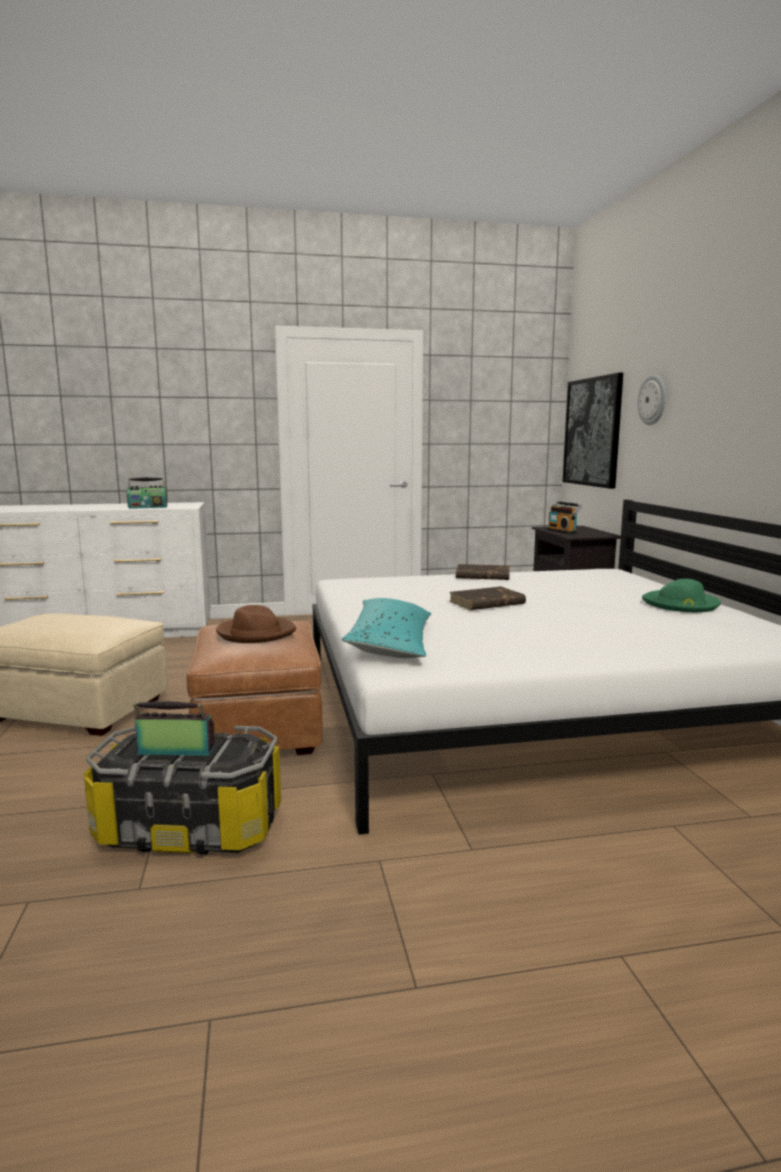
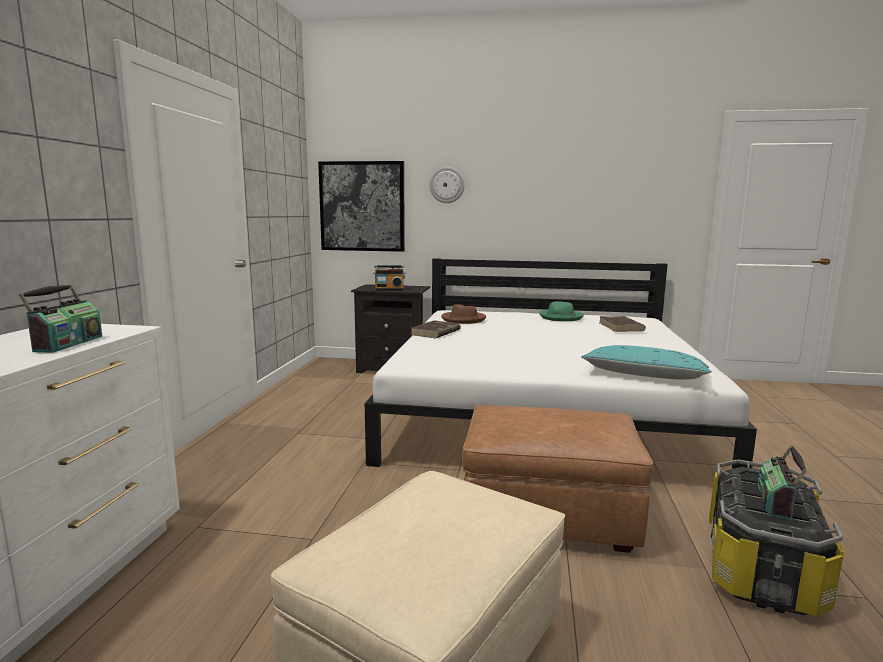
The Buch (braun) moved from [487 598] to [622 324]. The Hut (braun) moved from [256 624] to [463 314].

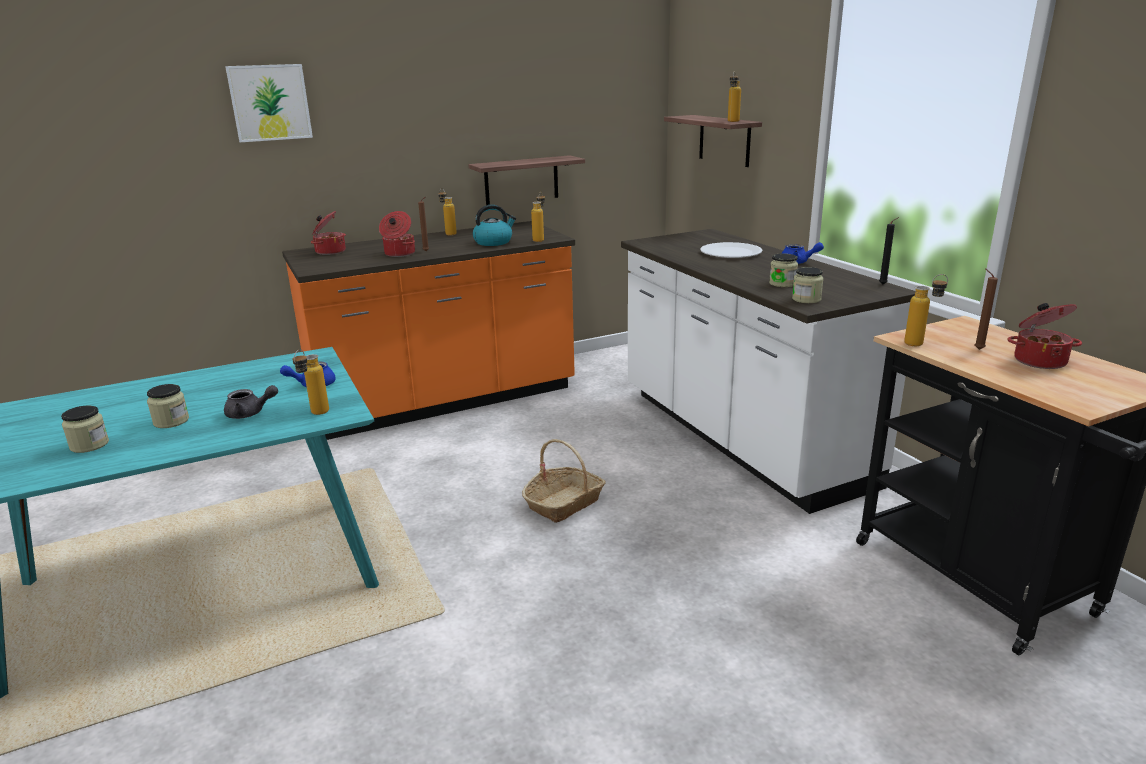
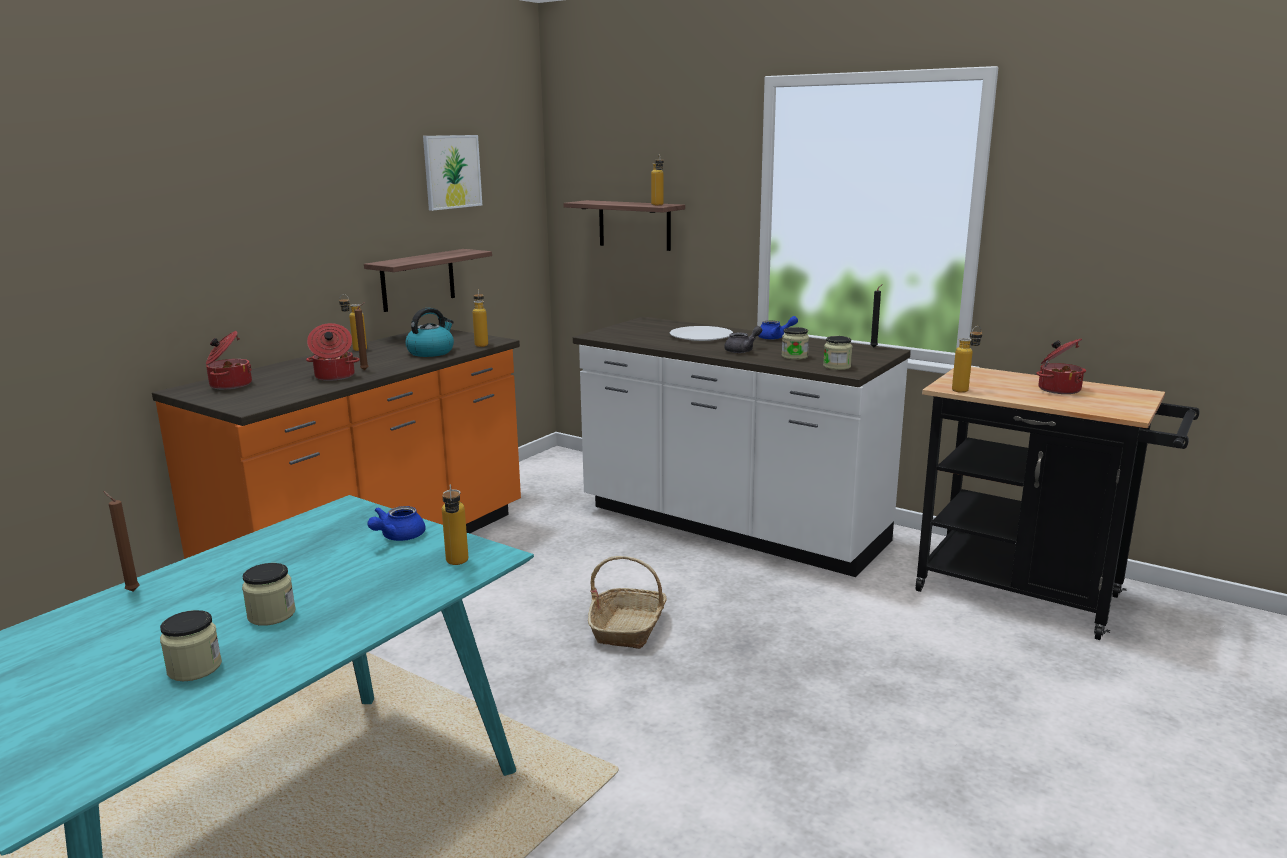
The Bild moved from [269 103] to [452 173]. The Kerze (braun) moved from [986 309] to [121 541]. The Teekanne (grau) moved from [251 402] to [743 339].

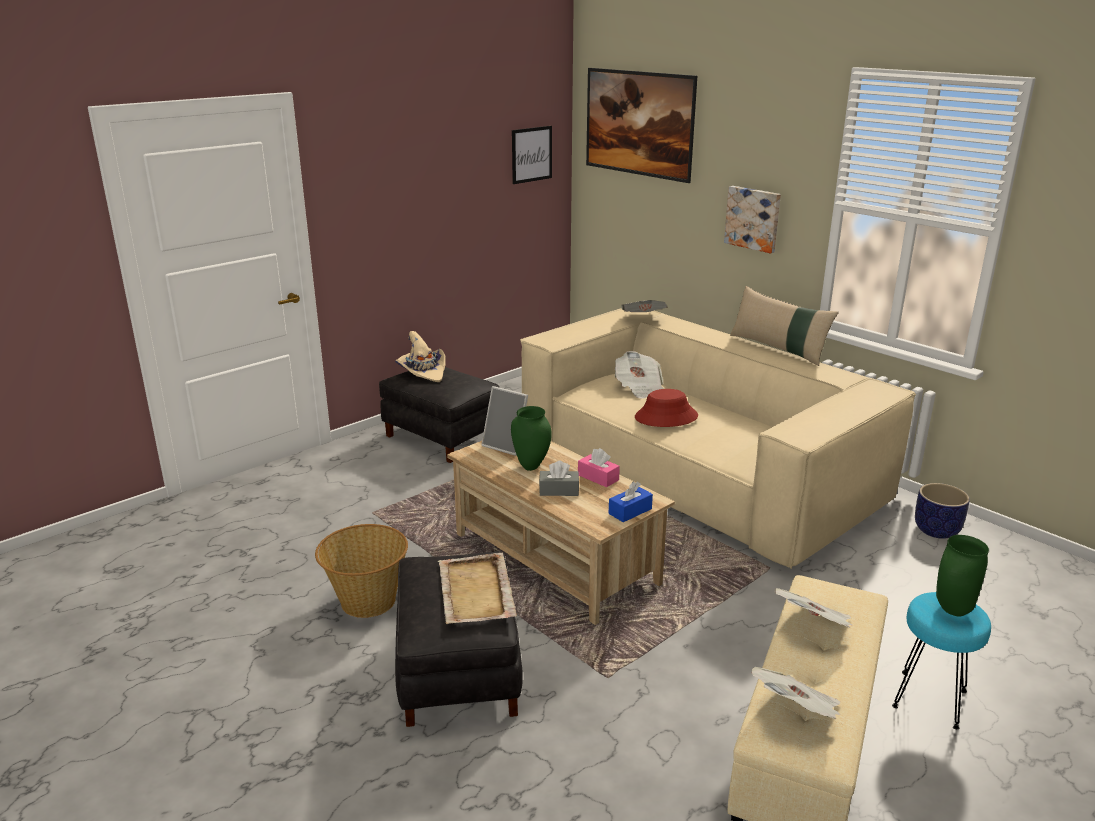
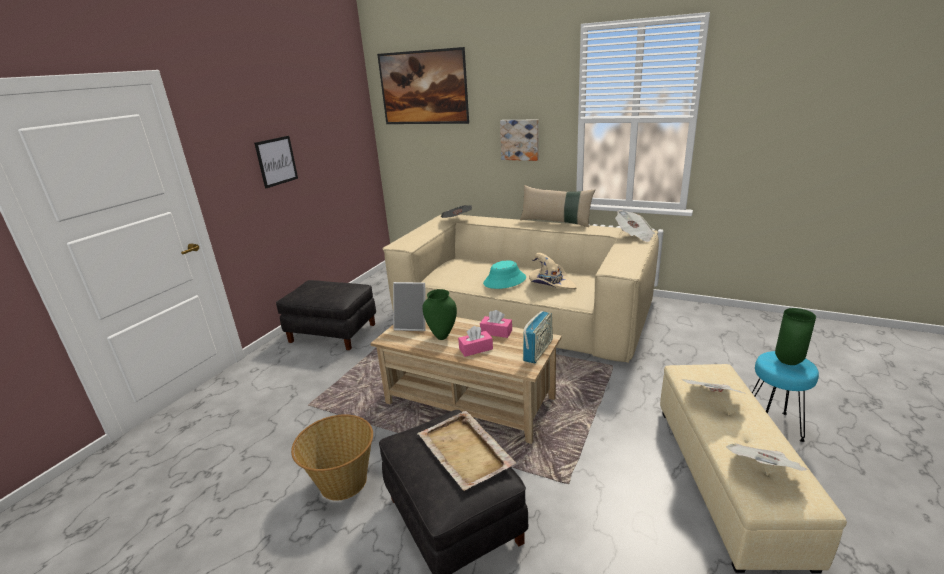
The Bild moved from [532 155] to [276 162]. The Hut (beige) moved from [420 356] to [553 271]. The Zeitung moved from [639 375] to [635 226]. The Hut (rot) at [666 408] became the Hut (türkis) at [504 274]. The Taschentuchbox (grau) at [559 478] became the Taschentuchbox (rosa) at [475 341]. The Taschentuchbox (blau) at [631 502] was replaced by the Radio at [538 337]. The Pflanzkübel at [942 511] disappeared.

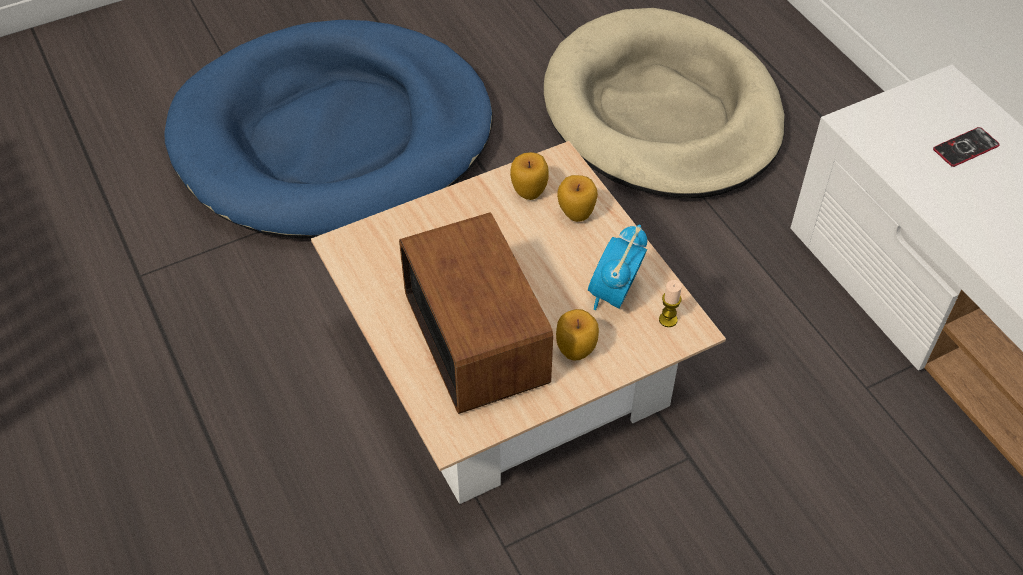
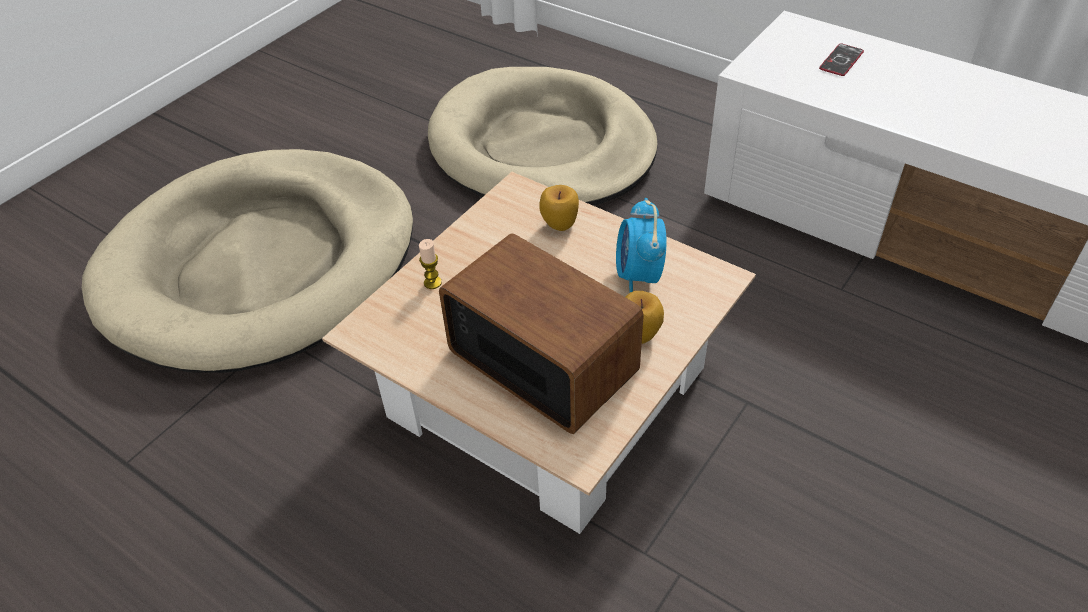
The Hundebett (blau) at [329 129] became the Hundebett (beige) at [247 261]. The Apfel at [529 176] disappeared. The Kerze moved from [670 303] to [430 264].

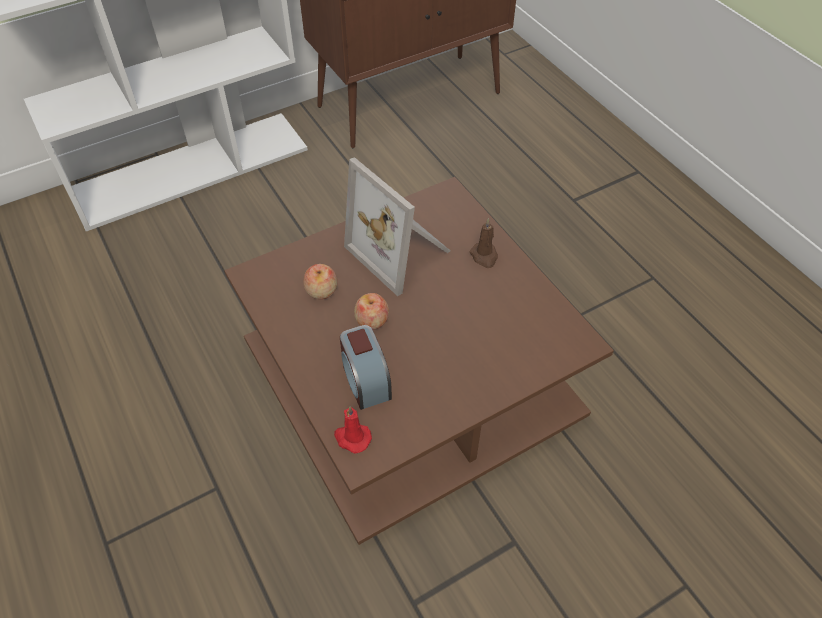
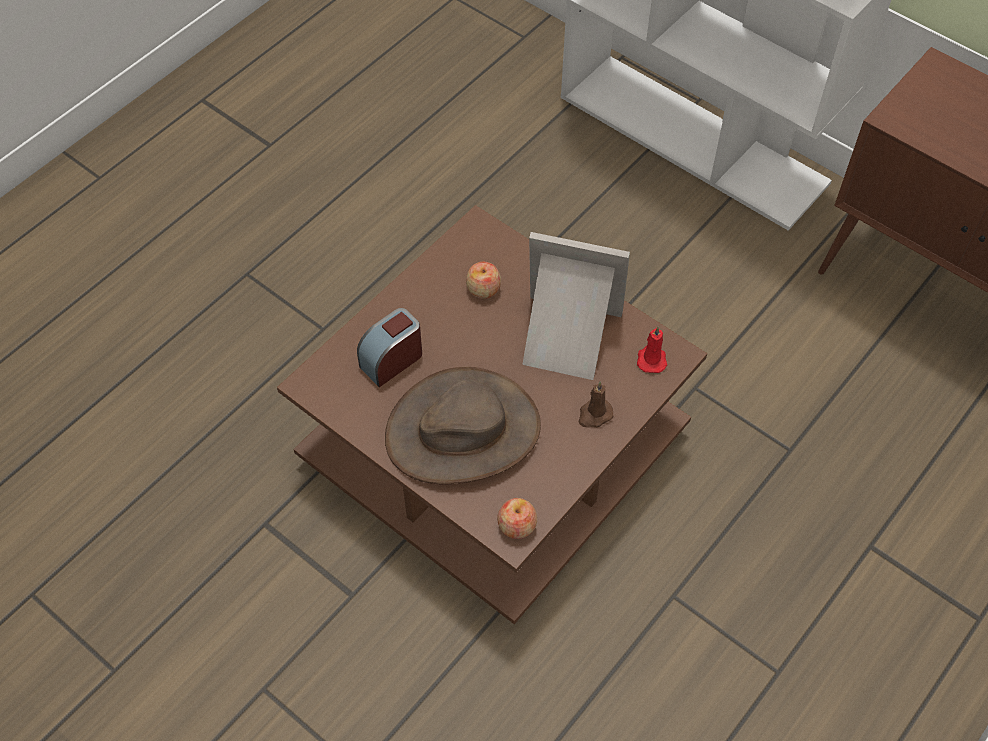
The Bilderrahmen at [397 226] turned 75 degrees clockwise. The Apfel moved from [371 311] to [517 518]. The Kerze (rot) moved from [353 429] to [652 350]. The Hut (braun) at [463 425] appeared.

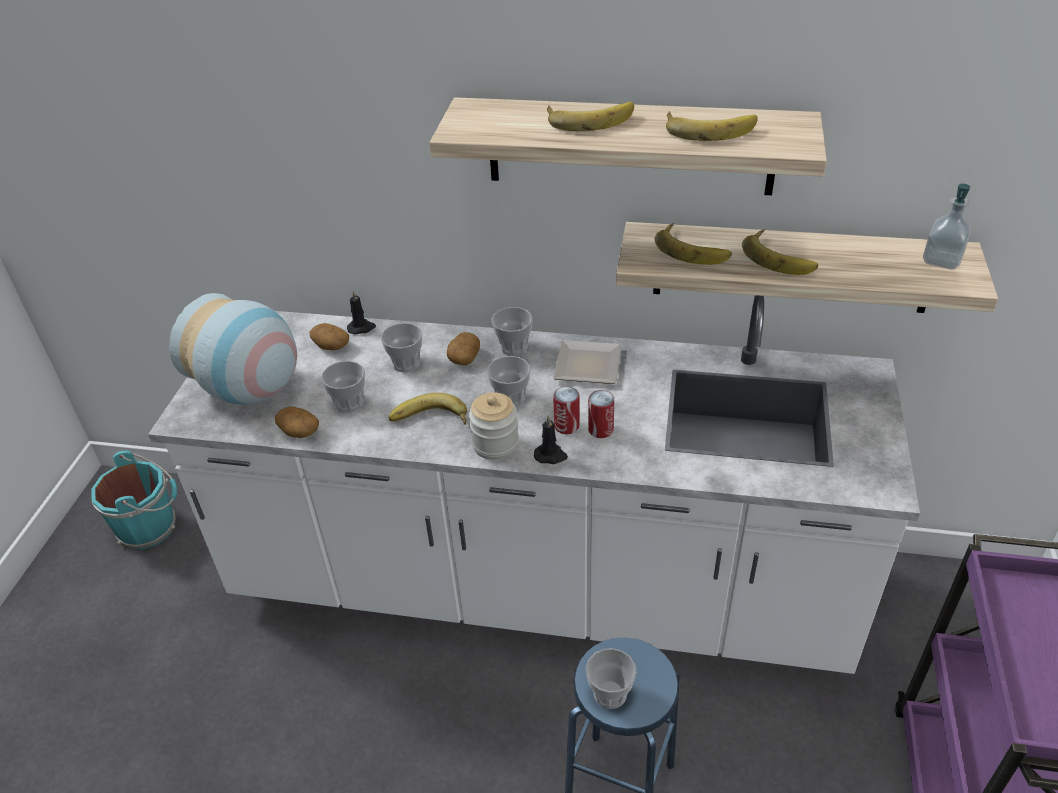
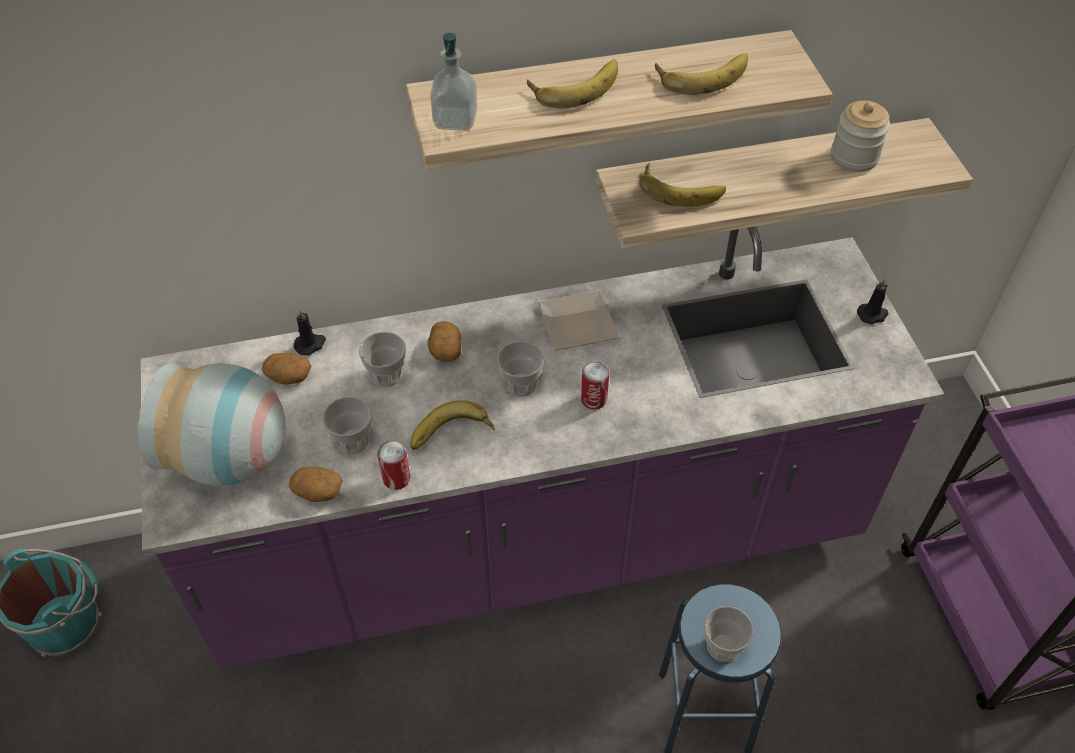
The Seifenspender moved from [947 226] to [453 82]. The Banane at [780 252] disappeared. The Küchenzeile (weiß) at [534 484] became the Küchenzeile (lila) at [542 448]. The Tasse at [512 331] disappeared. The Dose moved from [601 414] to [394 465]. The Vorratsglas moved from [494 426] to [860 136]. The Kerze (schwarz) moved from [551 439] to [872 301].

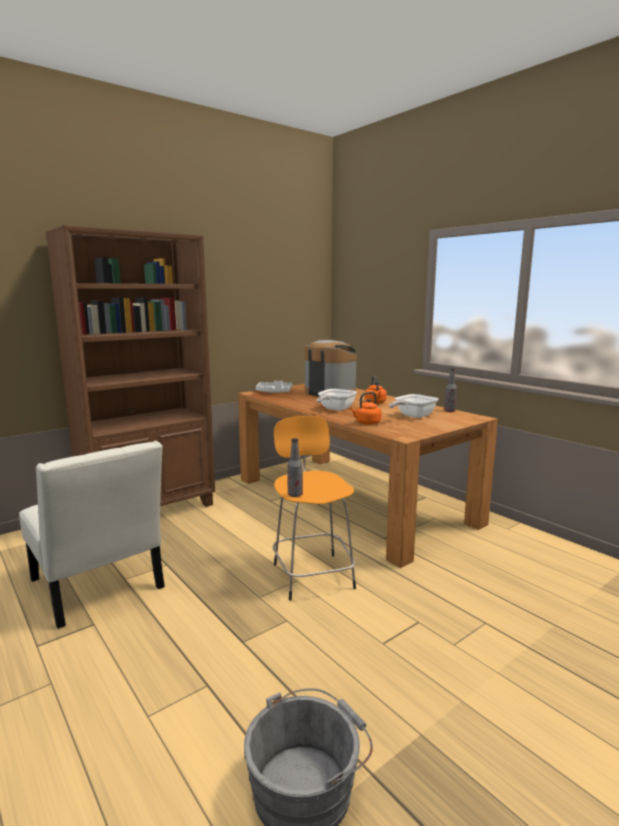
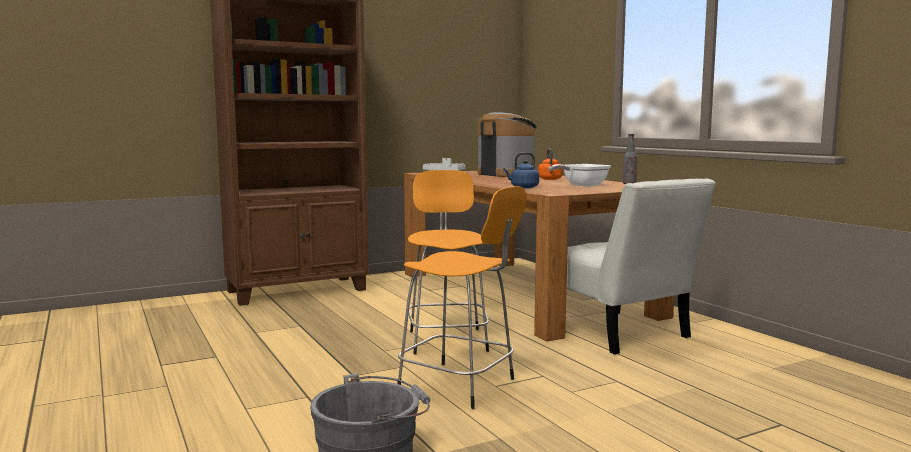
The Pfanne at [337 400] disappeared. The Wasserkessel (orange) at [366 408] became the Wasserkessel (blau) at [521 170]. The Flasche at [295 467] disappeared. The Stuhl (weiß) moved from [92 535] to [641 266]. The Hocker (orange) at [462 297] appeared.

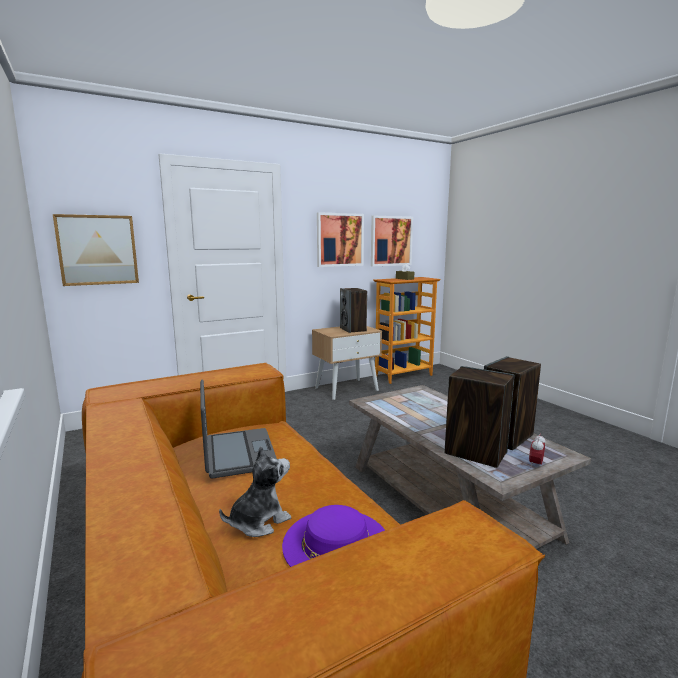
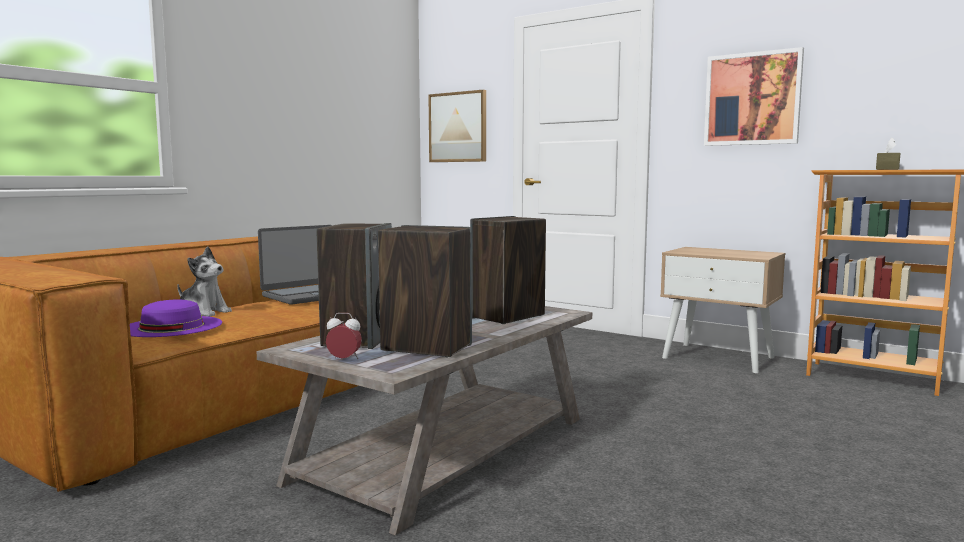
The Bild at [392 241] disappeared. The Lautsprecher moved from [353 310] to [508 270].

